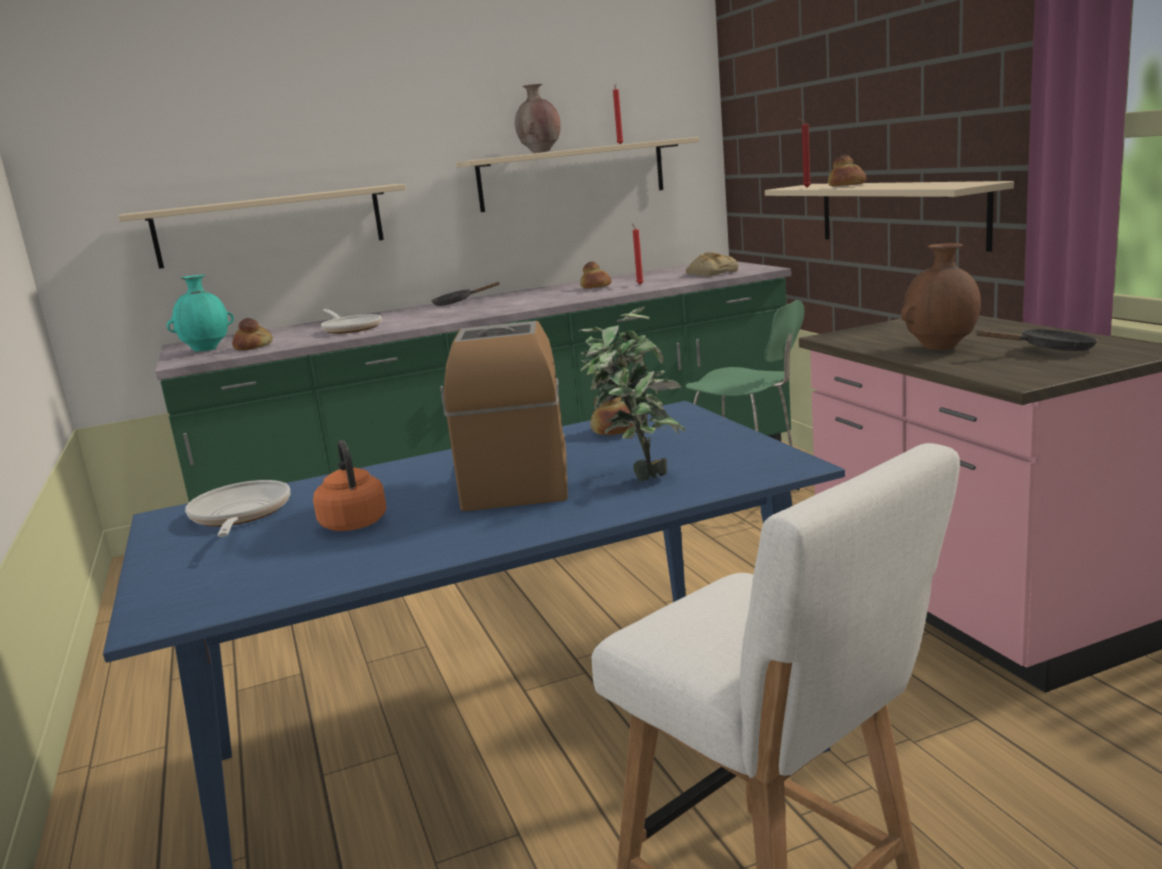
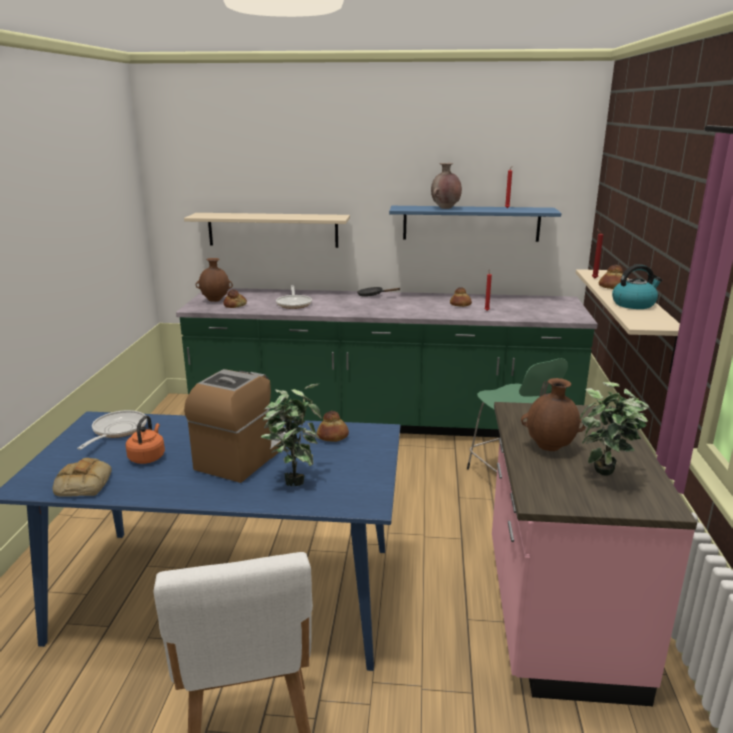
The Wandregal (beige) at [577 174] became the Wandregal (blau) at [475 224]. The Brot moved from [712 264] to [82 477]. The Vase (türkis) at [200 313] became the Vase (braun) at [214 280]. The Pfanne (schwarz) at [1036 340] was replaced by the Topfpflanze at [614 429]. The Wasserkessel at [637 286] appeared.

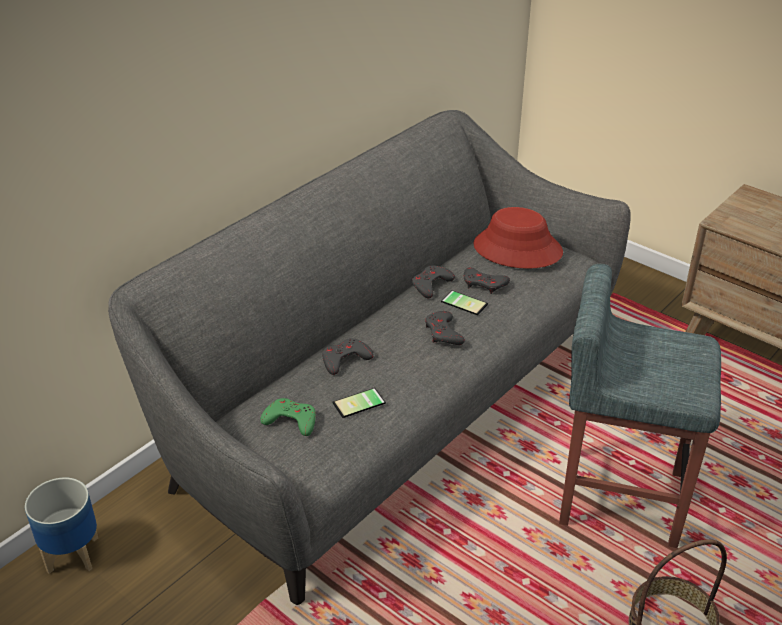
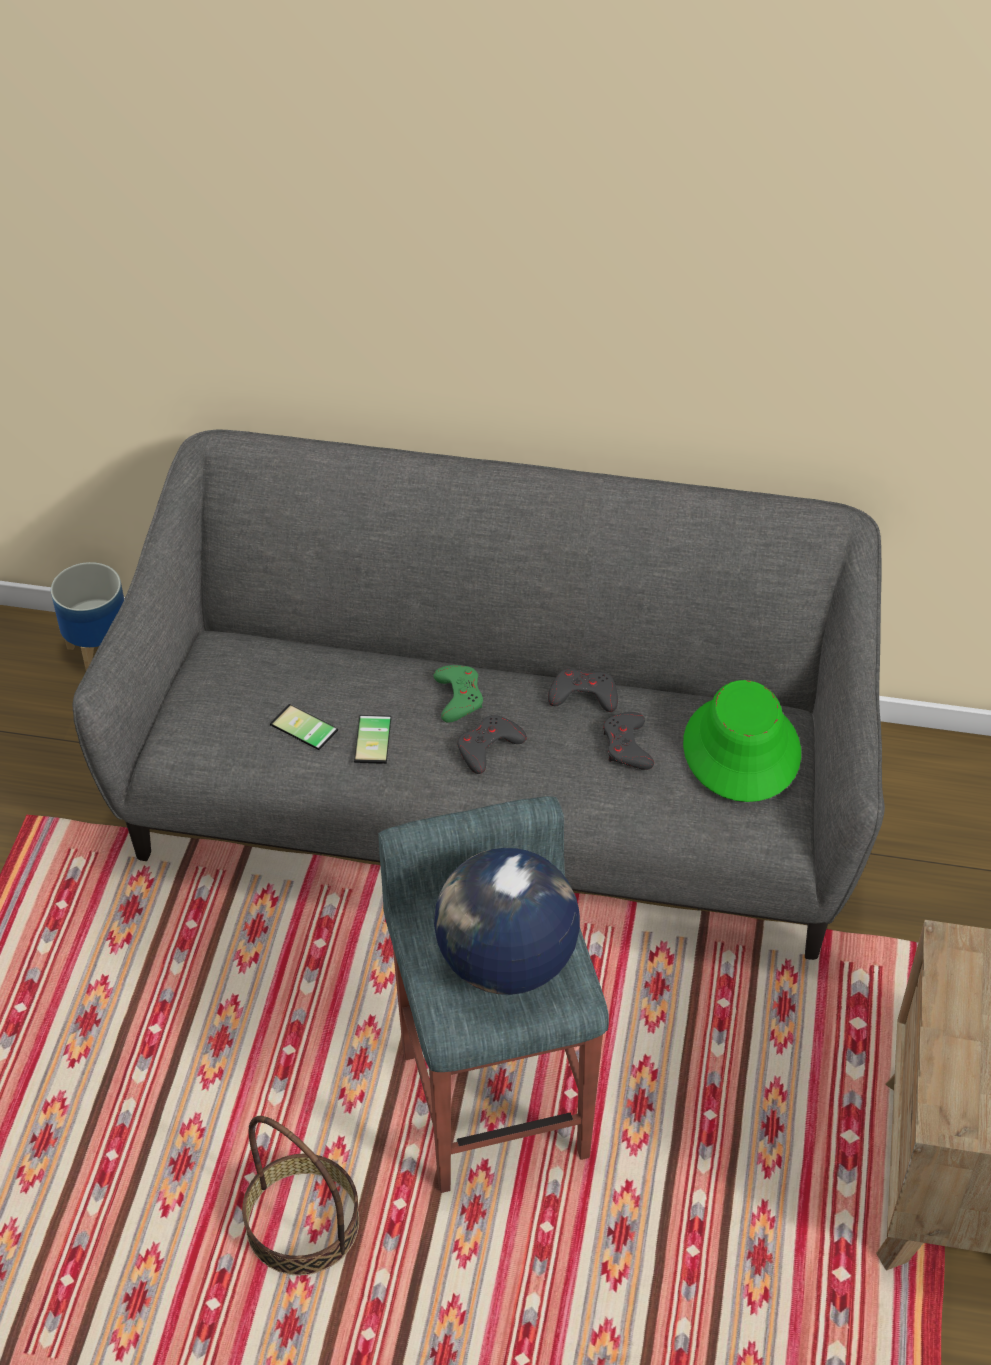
The Hut (rot) at [518 238] became the Hut (grün) at [742 741]. The Handy moved from [464 303] to [372 739]. The Gamepad (grau) at [348 356] disappeared. The Gamepad (grün) moved from [288 417] to [458 694]. The Globus at [507 921] appeared.

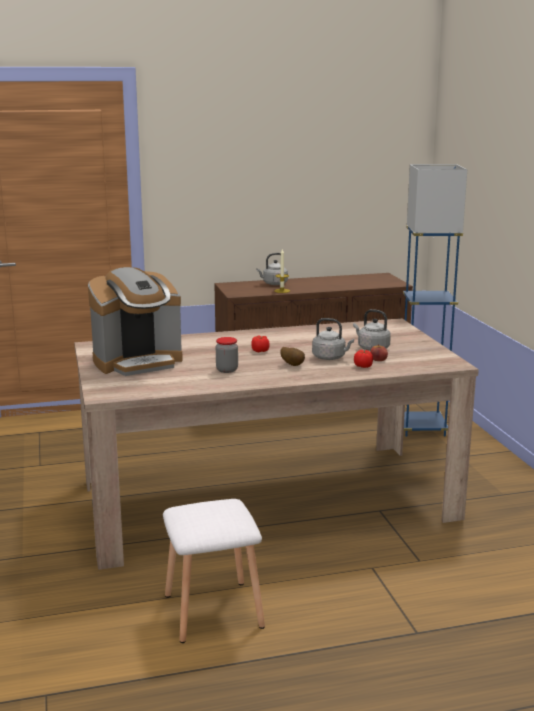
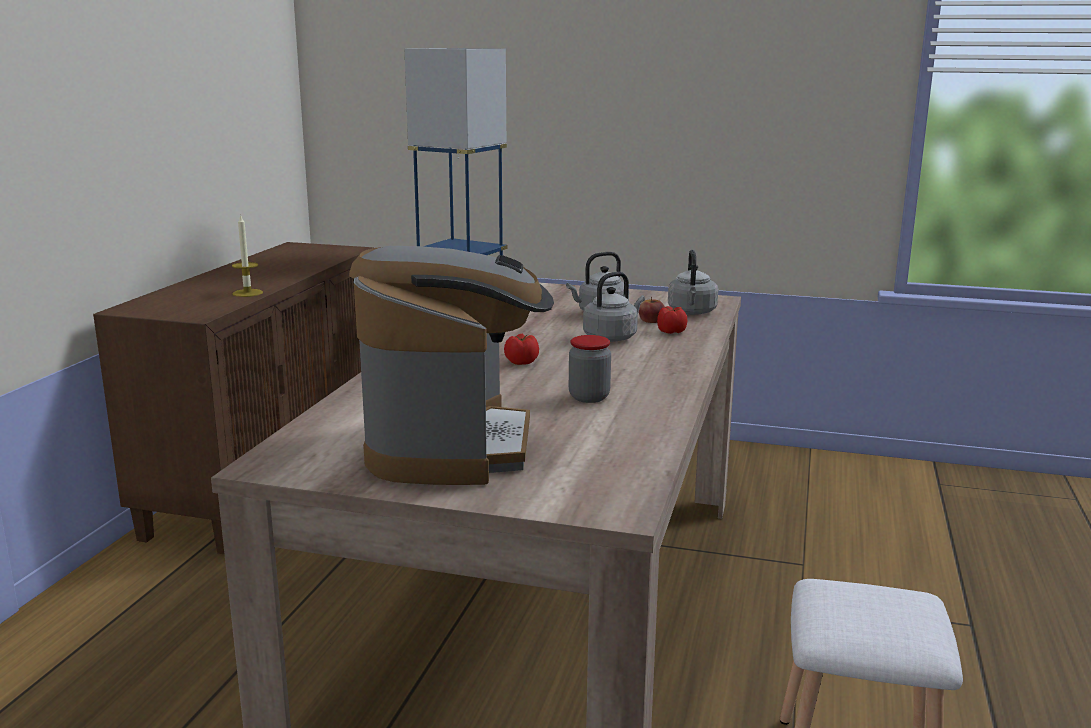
The Wasserkessel (grau) moved from [272 269] to [693 282]. The Kartoffel at [292 356] disappeared.

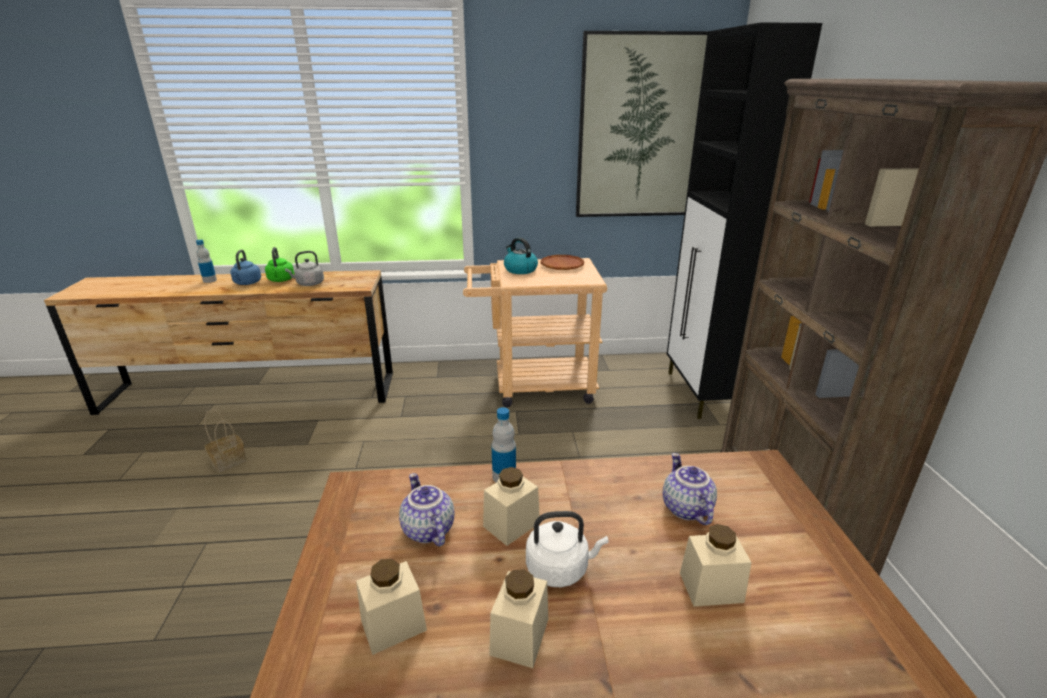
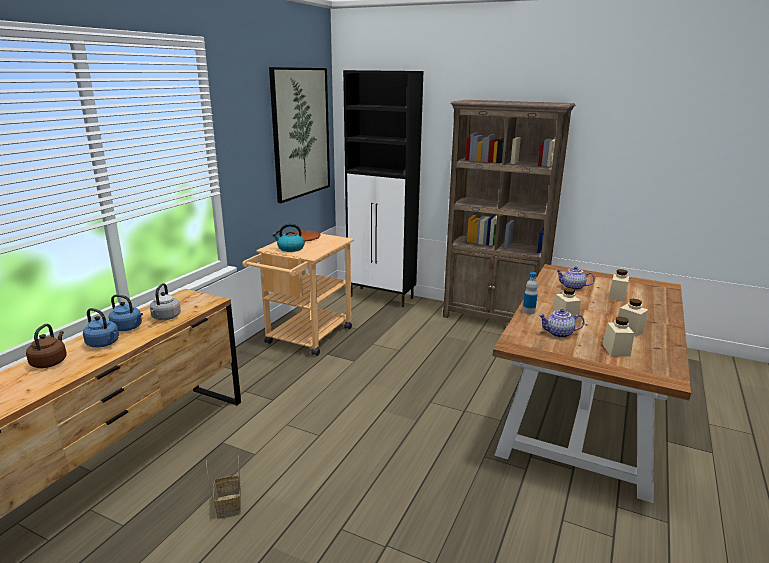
The Flasche at [206 261] was replaced by the Wasserkessel (braun) at [46 346]. The Wasserkessel (grün) at [279 264] became the Wasserkessel (blau) at [126 312]. The Wasserkessel (weiß) at [567 549] disappeared.

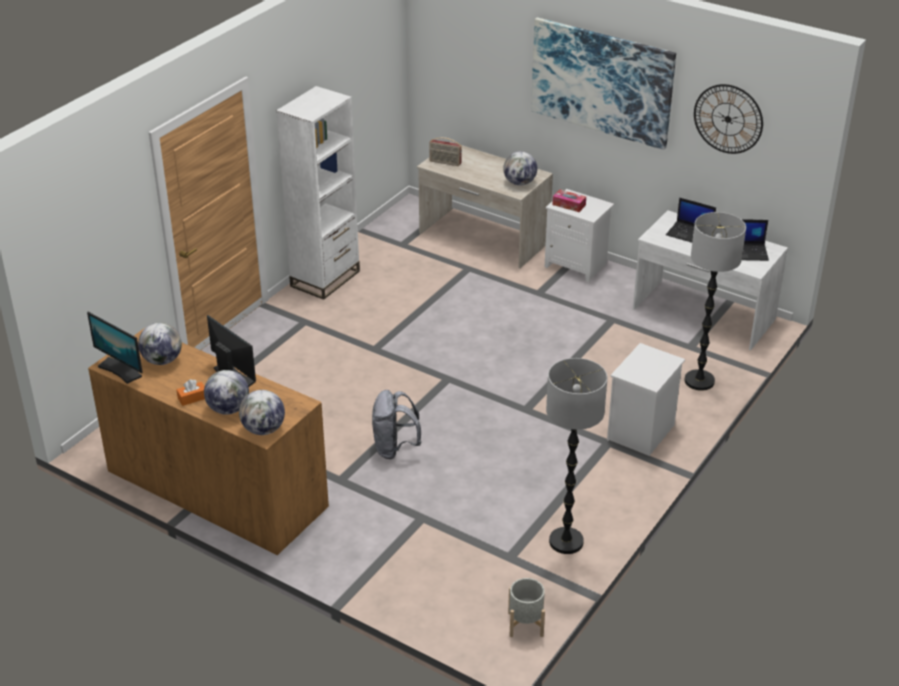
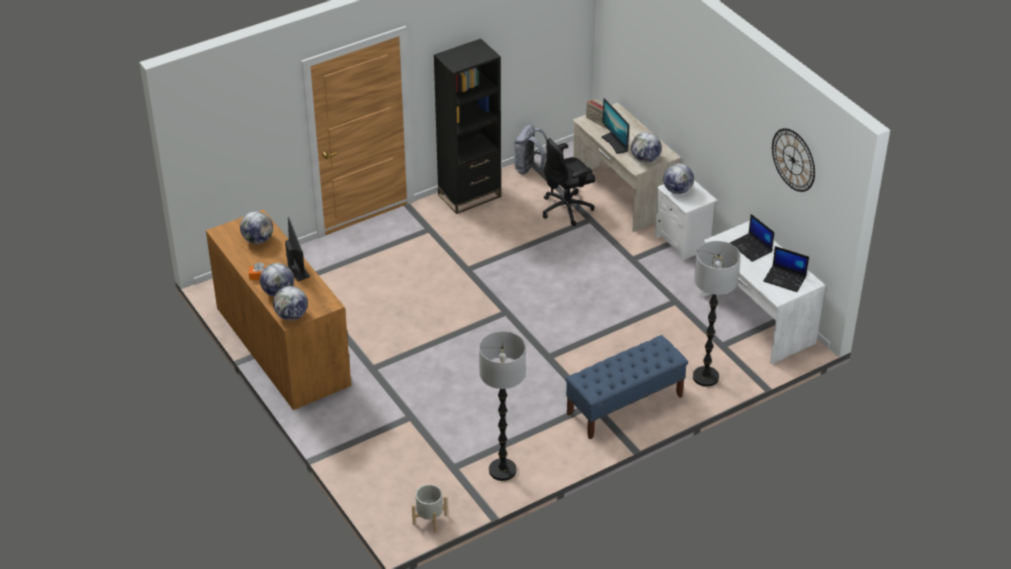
The Bild at [603 83] disappeared. The Bücherregal (weiß) at [318 193] became the Bücherregal (schwarz) at [467 126]. The Taschentuchbox at [569 200] was replaced by the Globus at [678 178]. The Monitor moved from [115 348] to [616 126]. The Nachttisch (weiß) at [646 399] was replaced by the Bank (blau) at [626 387]. The Rucksack (grau) moved from [396 424] to [531 149]. The Bürostuhl (schwarz) at [569 182] appeared.

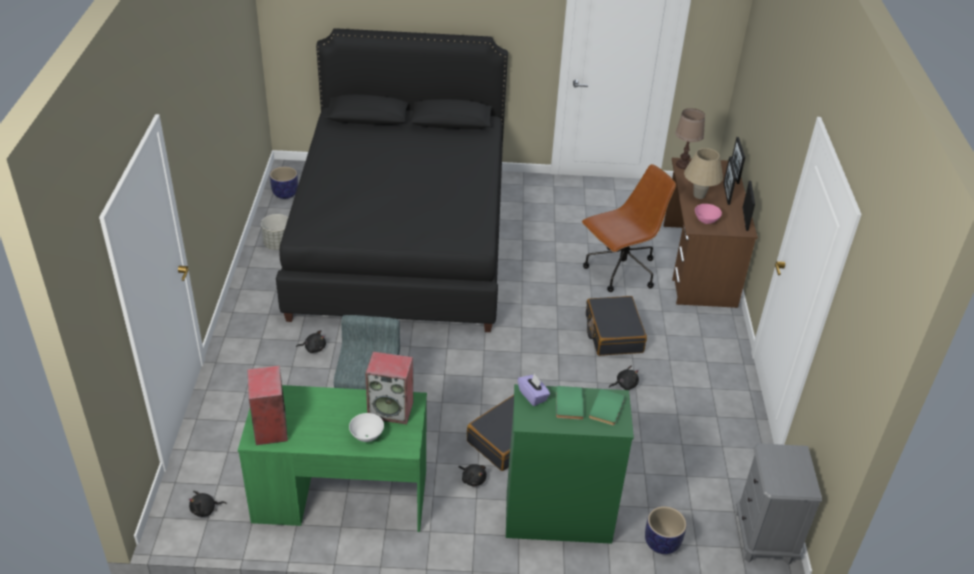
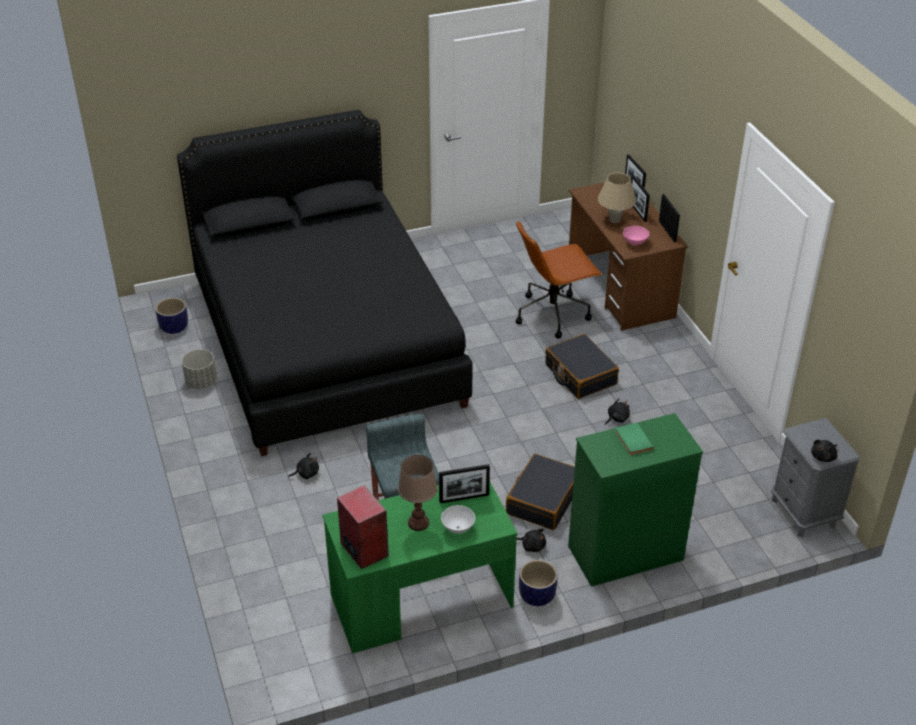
The Tischlampe (braun) moved from [690 138] to [417 493]. The Bürostuhl (braun) at [629 228] turned 150 degrees counterclockwise. The Lautsprecher at [389 388] was replaced by the Bilderrahmen at [464 483]. The Taschentuchbox (lila) at [534 389] disappeared. The Buch (grün) at [606 407] disappeared. The Plüschtier (schwarz) moved from [208 504] to [824 451]. The Pflanzkübel moved from [666 530] to [538 583].

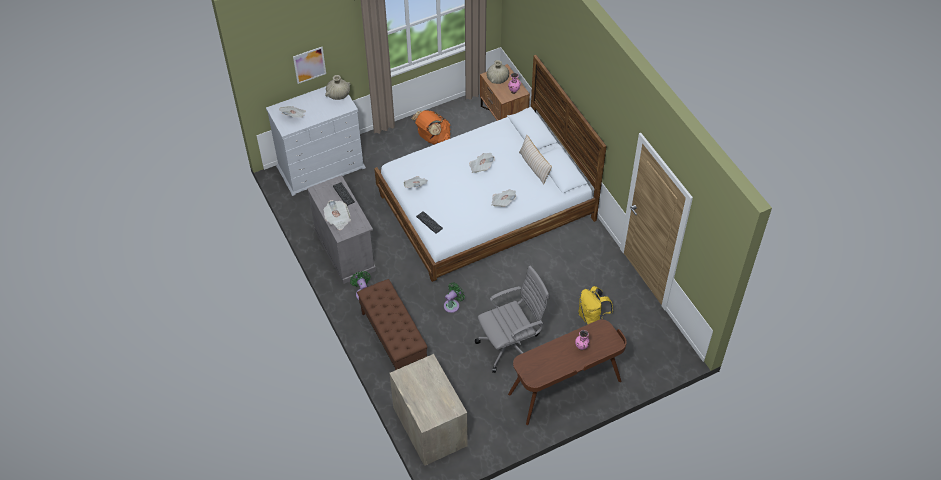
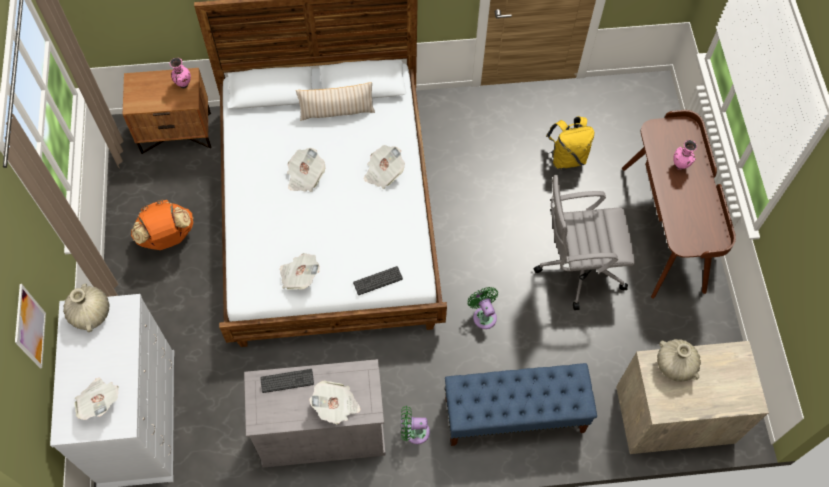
The Vase (beige) moved from [498 72] to [679 360]. The Bürostuhl (grau) at [512 319] turned 90 degrees counterclockwise. The Bank (braun) at [392 324] became the Bank (blau) at [521 404].

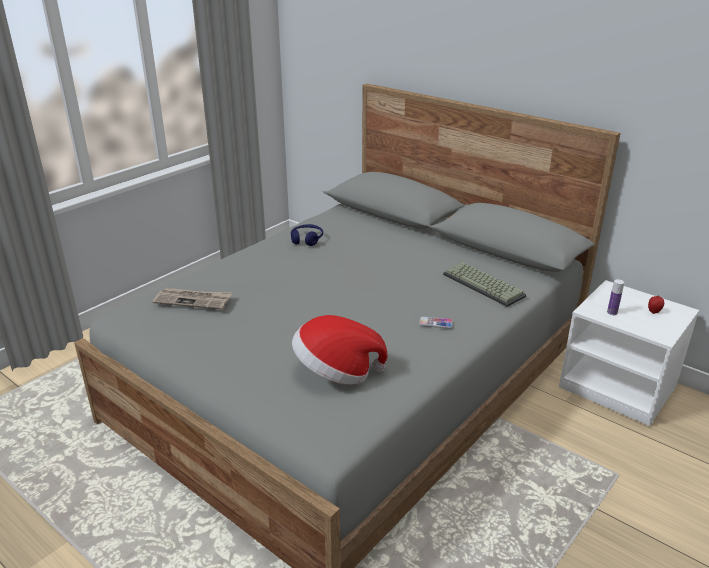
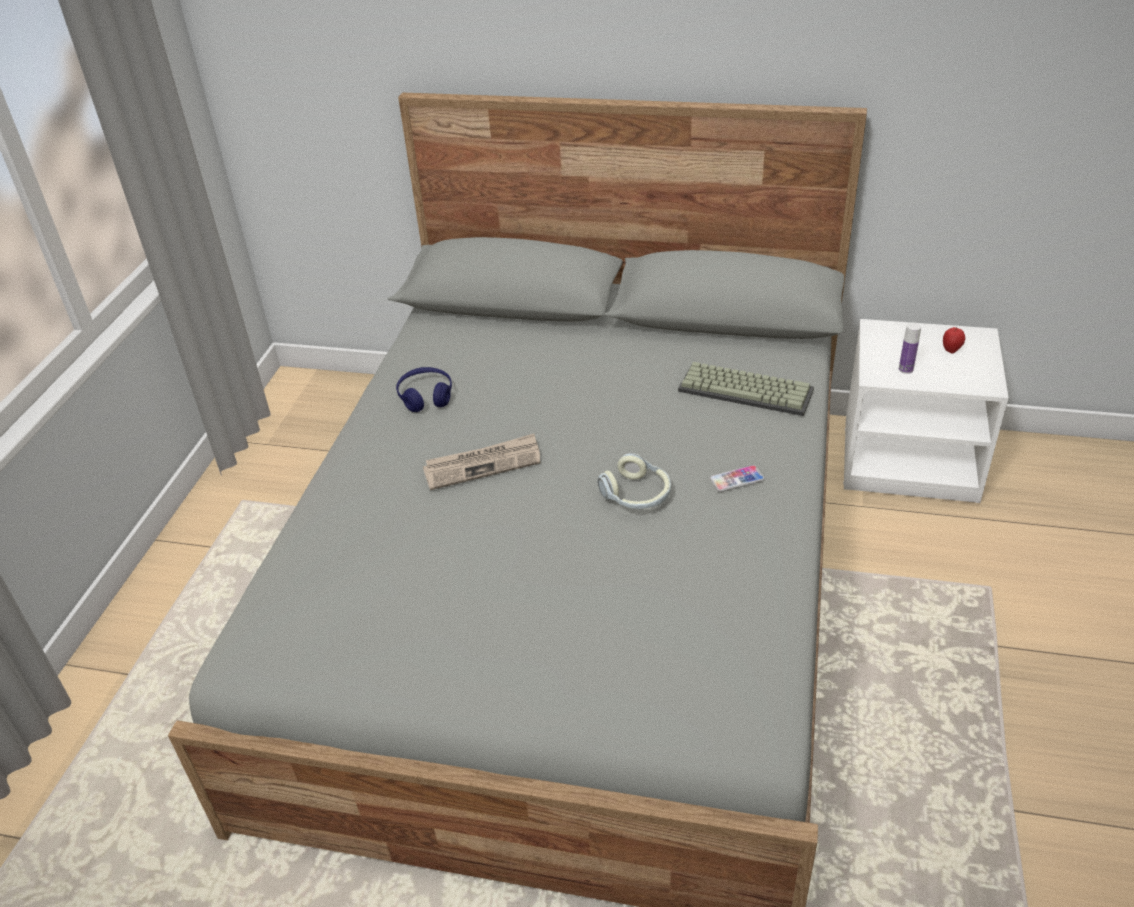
The Zeitung moved from [192 299] to [482 462]. The Hut at [340 350] disappeared. The Kopfhörer at [634 481] appeared.

